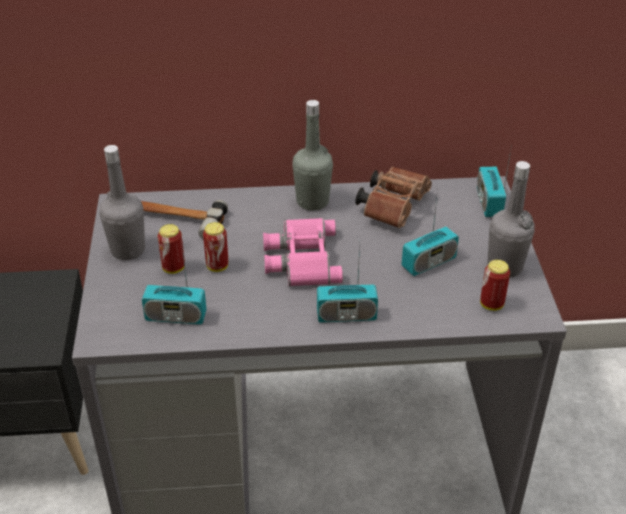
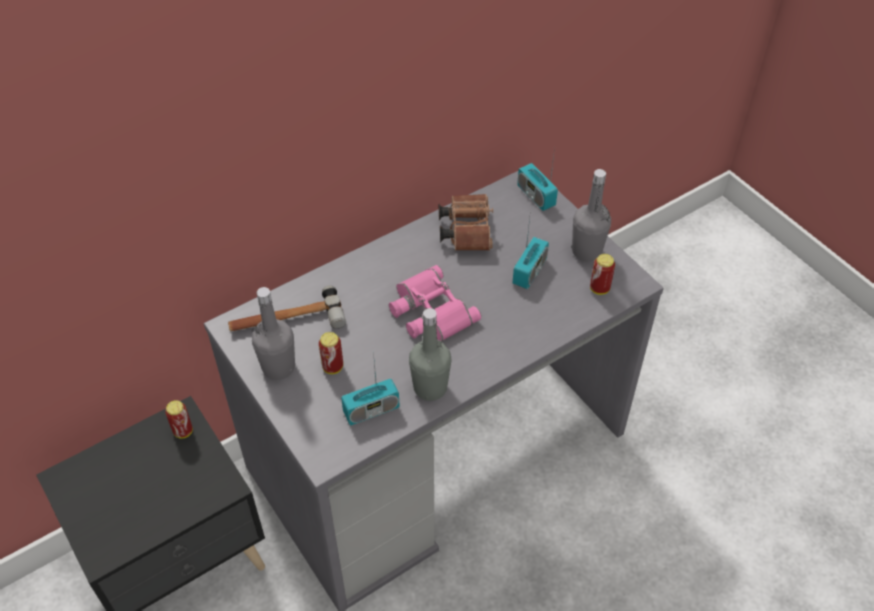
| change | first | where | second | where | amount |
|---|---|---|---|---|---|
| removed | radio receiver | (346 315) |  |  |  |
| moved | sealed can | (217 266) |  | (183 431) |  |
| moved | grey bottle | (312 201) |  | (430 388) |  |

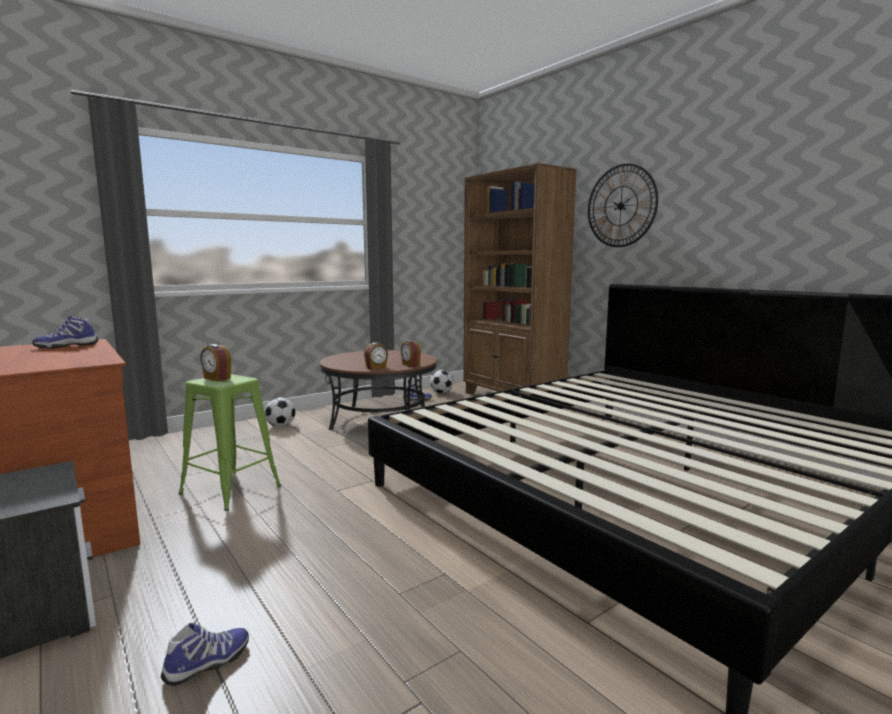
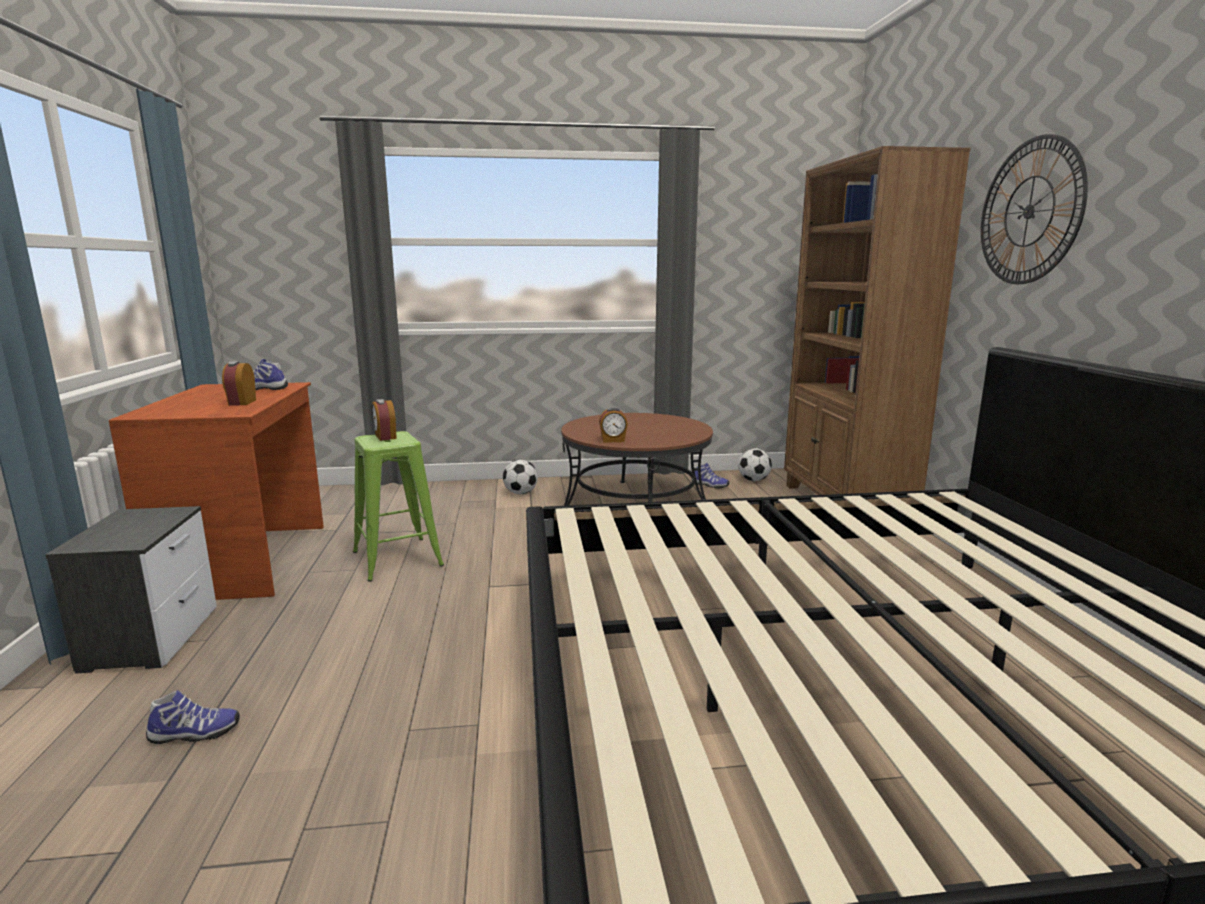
| change | first | where | second | where | amount |
|---|---|---|---|---|---|
| moved | table clock | (410 365) |  | (241 402) |  |

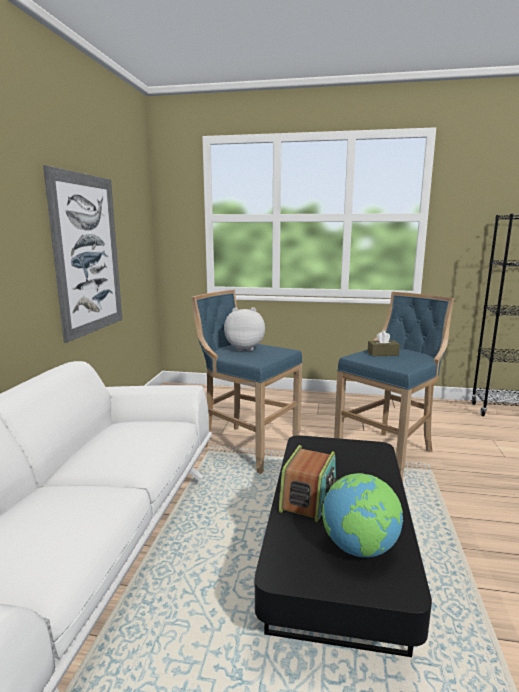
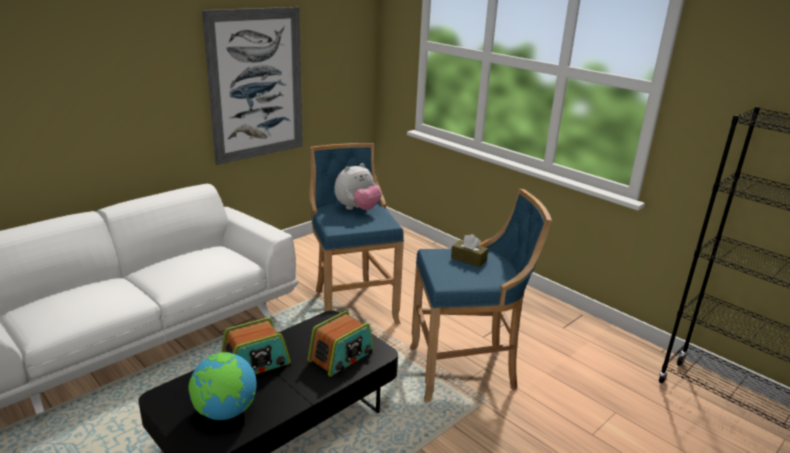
| change | first | where | second | where | amount |
|---|---|---|---|---|---|
| added |  |  | radio receiver | (341 356) |  |
| turned | soft toy | (244 348) |  | (357 209) | 105 degrees clockwise |

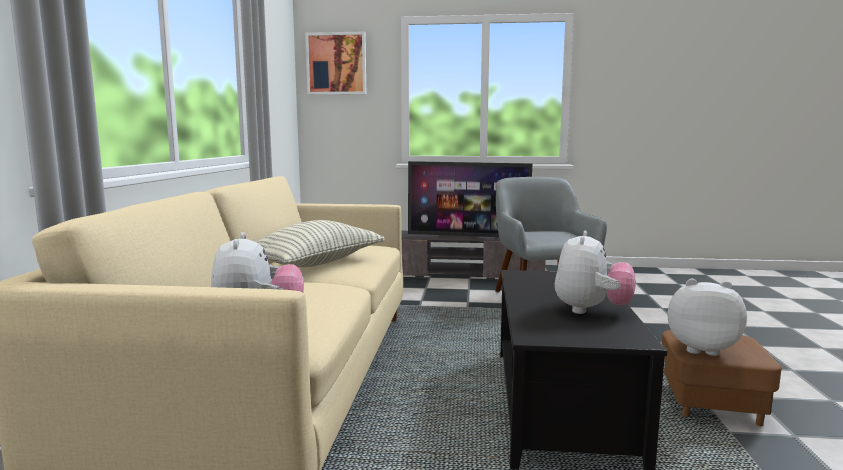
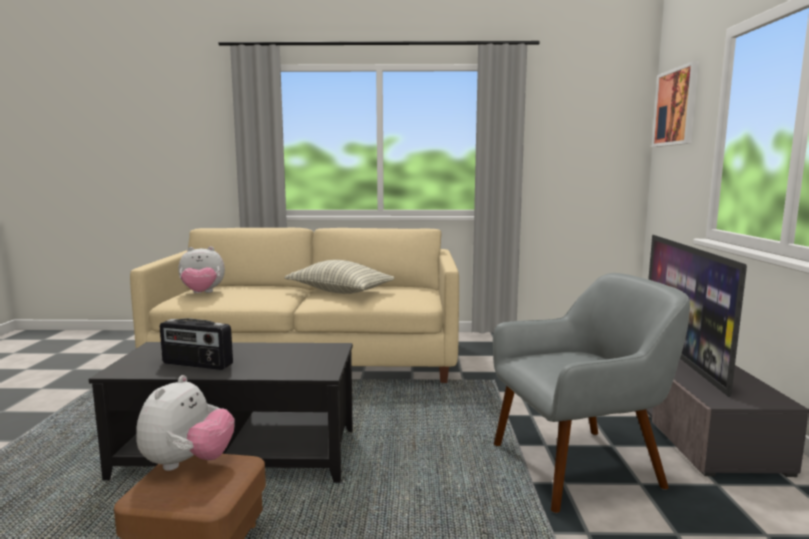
| change | first | where | second | where | amount |
|---|---|---|---|---|---|
| replaced | soft toy | (591 310) | radio receiver | (197 364) |  |

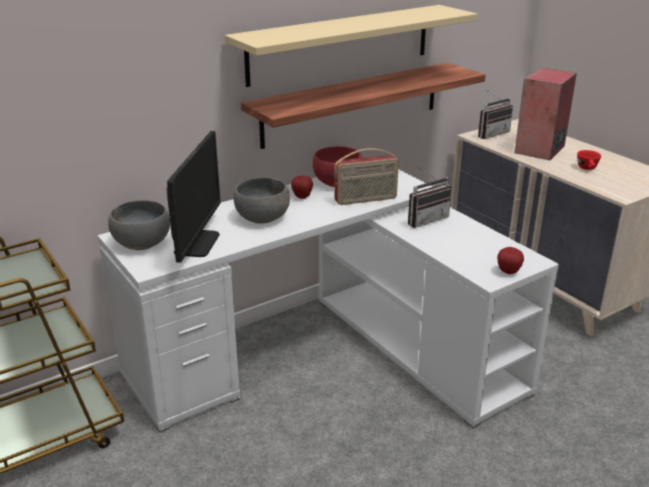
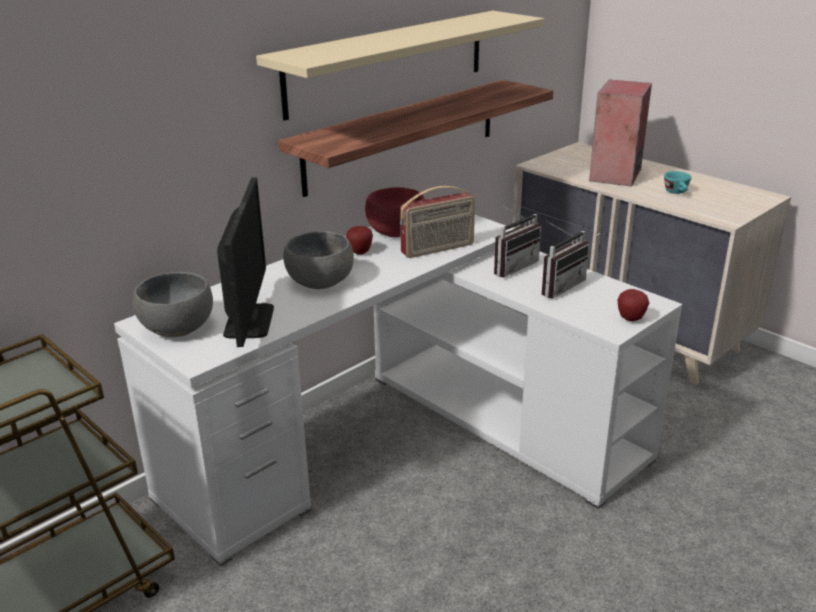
| change | first | where | second | where | amount |
|---|---|---|---|---|---|
| moved | radio receiver | (490 134) |  | (558 286) |  |
| recoloured | reddish cup | (588 169) | blue-green cup | (677 192) |  |

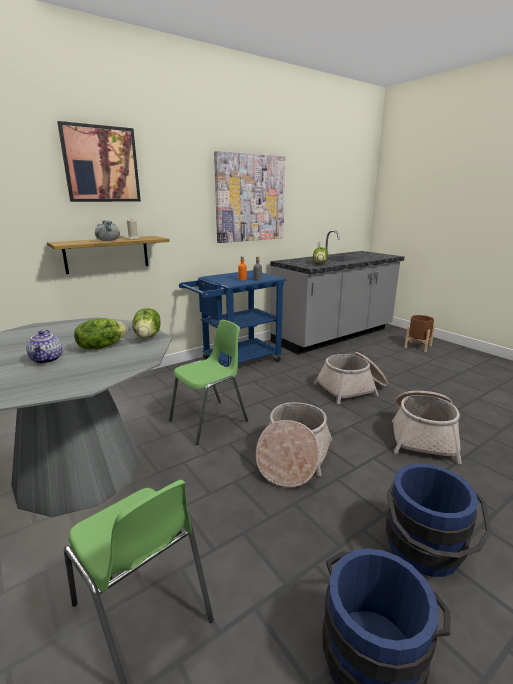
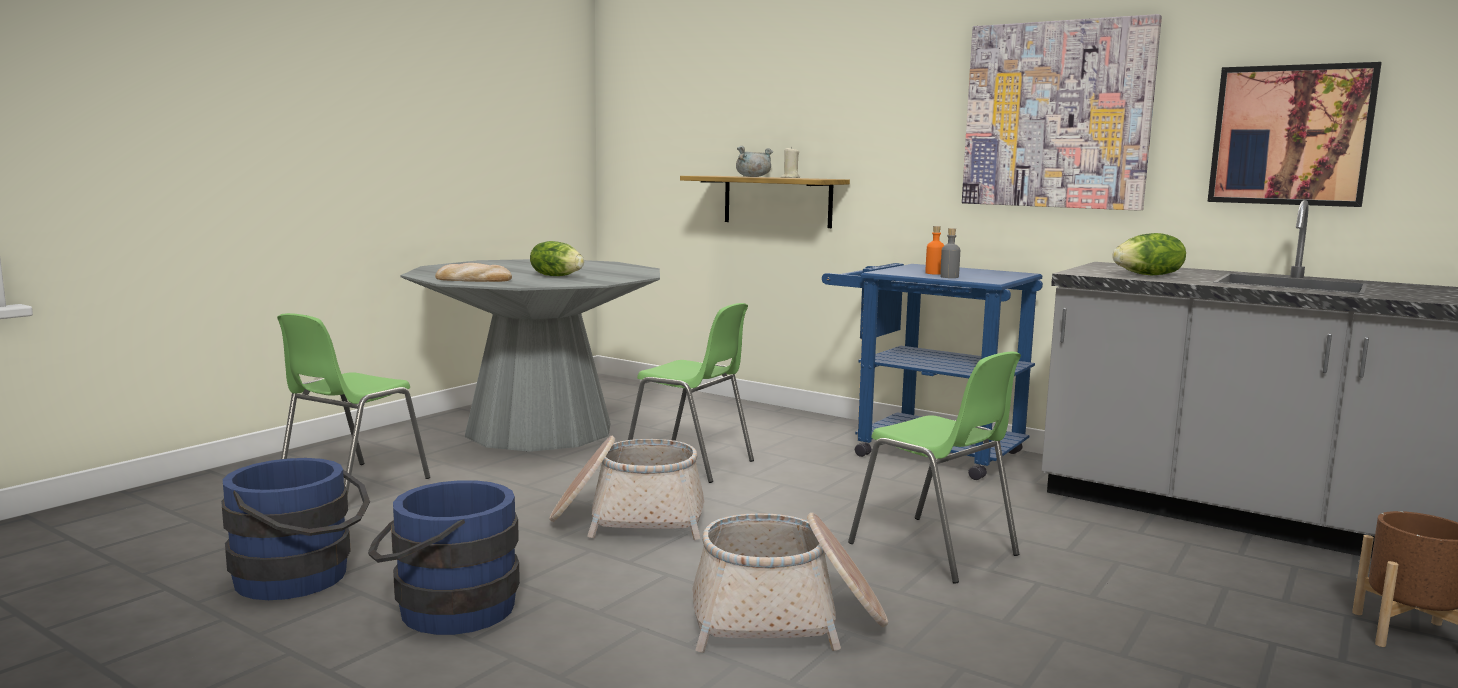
| change | first | where | second | where | amount |
|---|---|---|---|---|---|
| removed | pot for tea | (48 360) |  |  |  |
| removed | lettuce head | (148 336) |  |  |  |
| added |  |  | bakery bread | (473 280) |  |
| moved | wall art | (101 164) |  | (1290 135) |  |
| replaced | household basket | (352 388) | green upright chair | (934 550) |  |

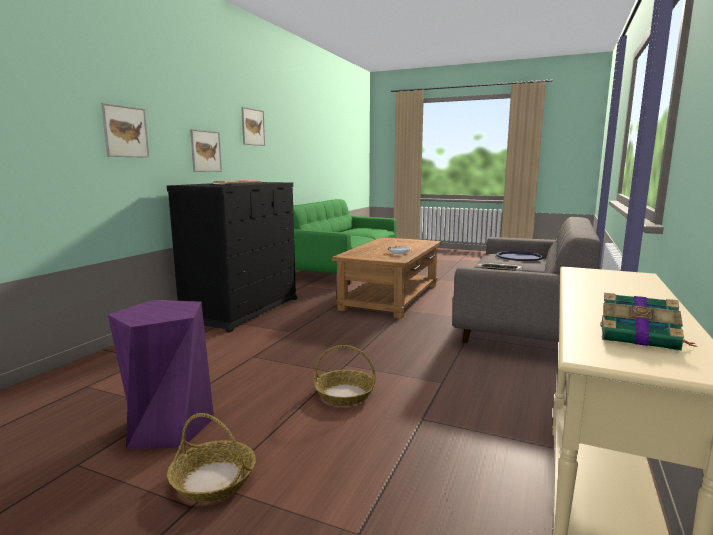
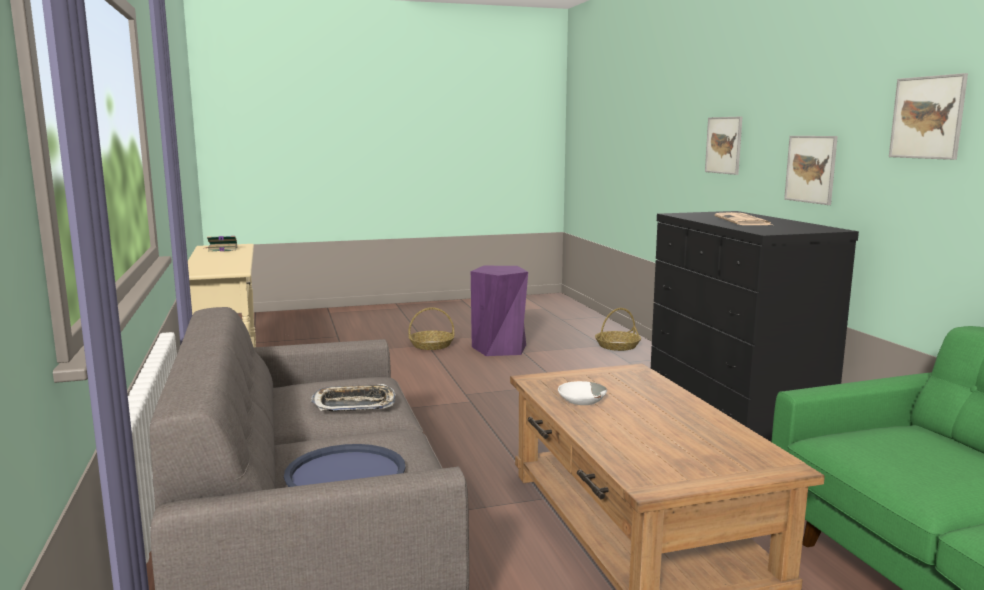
| change | first | where | second | where | amount |
|---|---|---|---|---|---|
| moved | household basket | (344 394) |  | (617 346) |  |

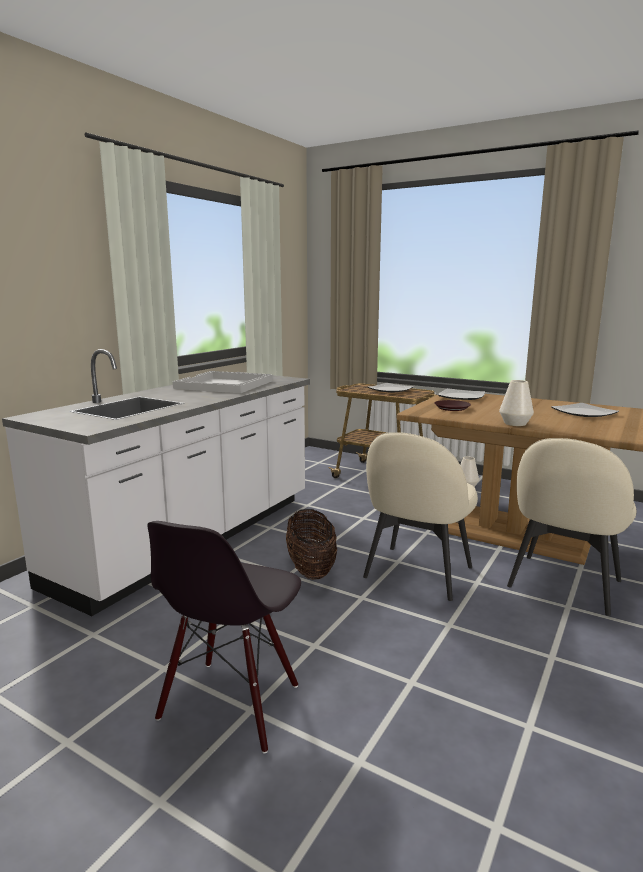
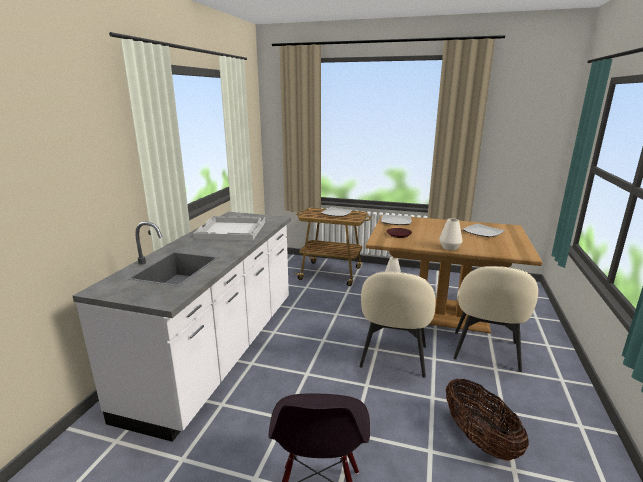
| change | first | where | second | where | amount |
|---|---|---|---|---|---|
| moved | household basket | (311 569) |  | (479 439) |  |

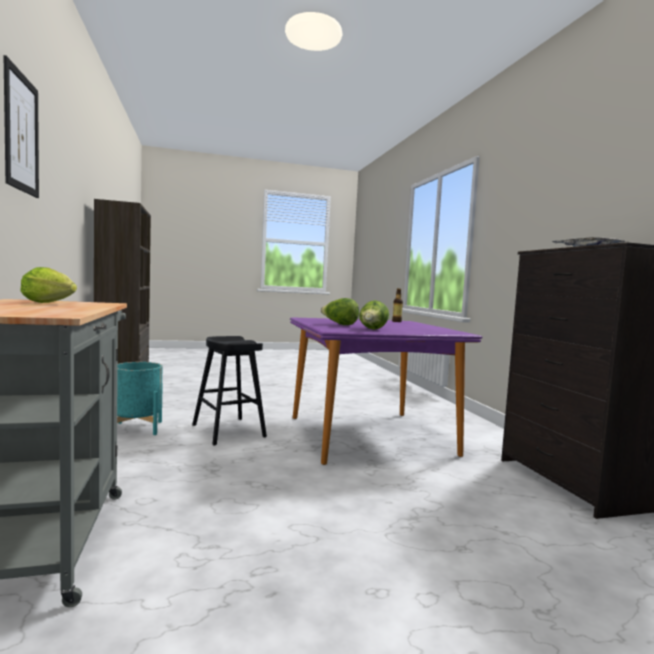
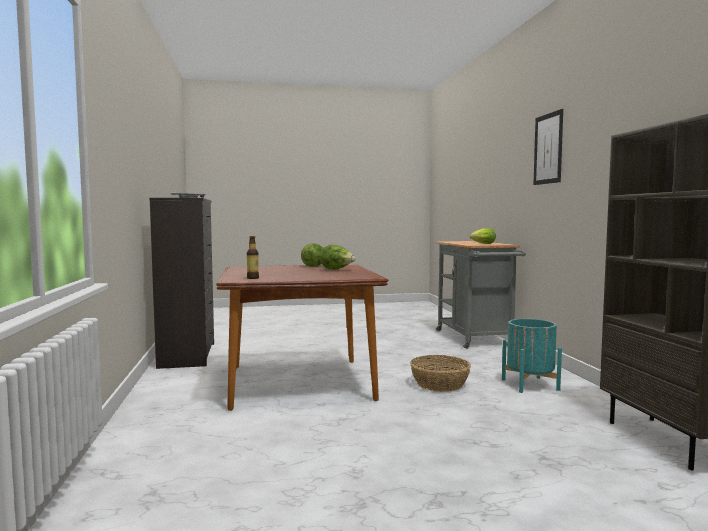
| change | first | where | second | where | amount |
|---|---|---|---|---|---|
| replaced | blackish stool seat | (228 431) | household basket | (440 384) |  |
| recoloured | purple-coloured dining table | (368 435) | brown-coloured dining table | (300 383) |  |

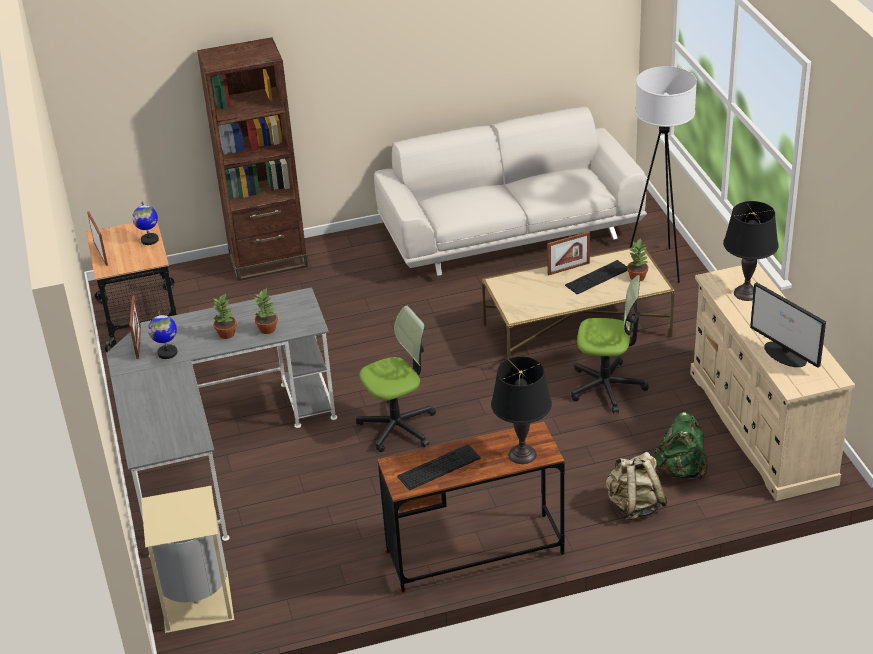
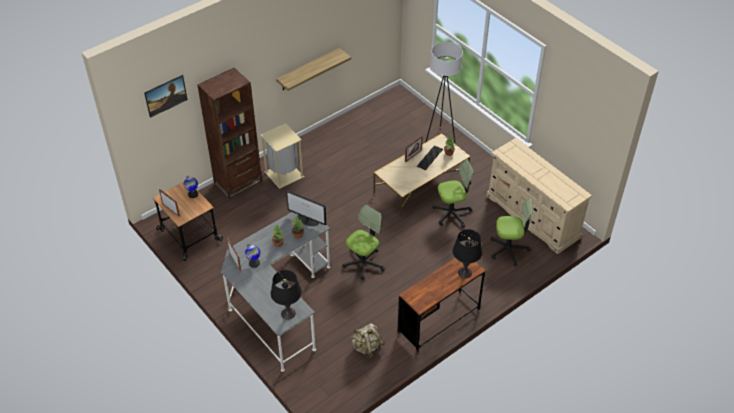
| change | first | where | second | where | amount |
|---|---|---|---|---|---|
| removed | whitish settee | (510 232) |  |  |  |
| removed | PC keyboard | (439 467) |  |  |  |
| added |  |  | wall art | (167 102) |  |
| added |  |  | shelf | (308 69) |  |
| moved | beige-coloured rubbish bin | (198 600) |  | (284 174) |  |
| moved | beige-coloured backpack | (634 506) |  | (367 348) |  |
| moved | blackish lamp for a table | (746 293) |  | (288 313) |  |
| moved | computer screen | (785 355) |  | (308 220) |  |
| replaced | green backpack | (681 470) | office chair | (508 249) |  |

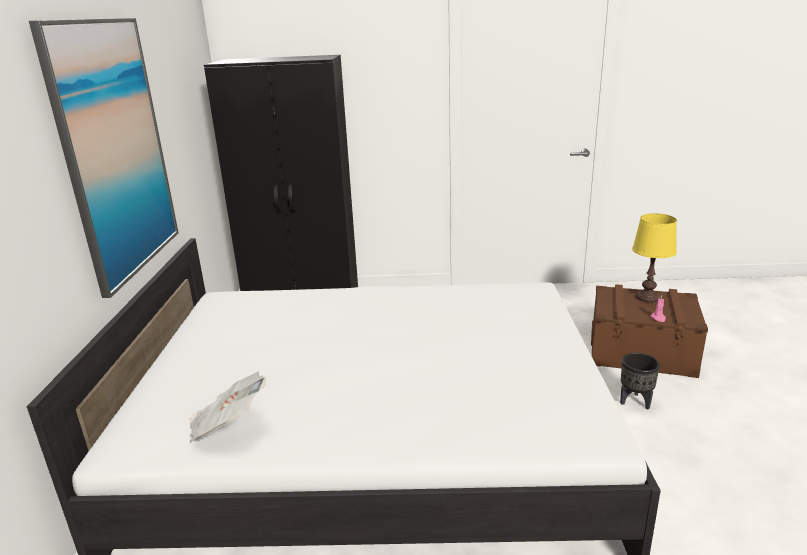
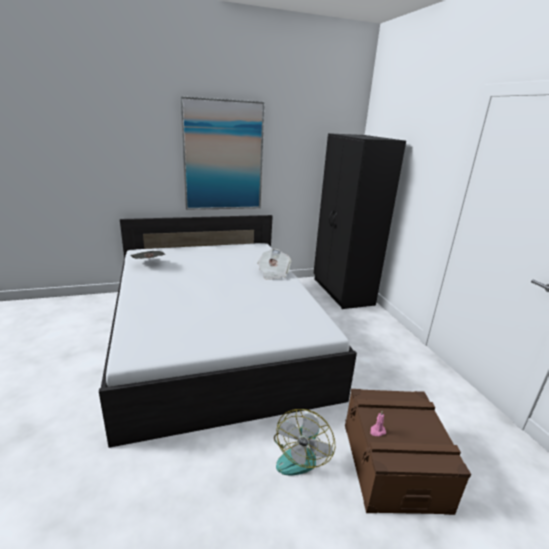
| change | first | where | second | where | amount |
|---|---|---|---|---|---|
| removed | yellowish lamp for a table | (647 297) |  |  |  |
| added |  |  | daily paper | (273 273) |  |
| replaced | blackish flower pot | (635 401) | electric fan | (300 454) |  |

